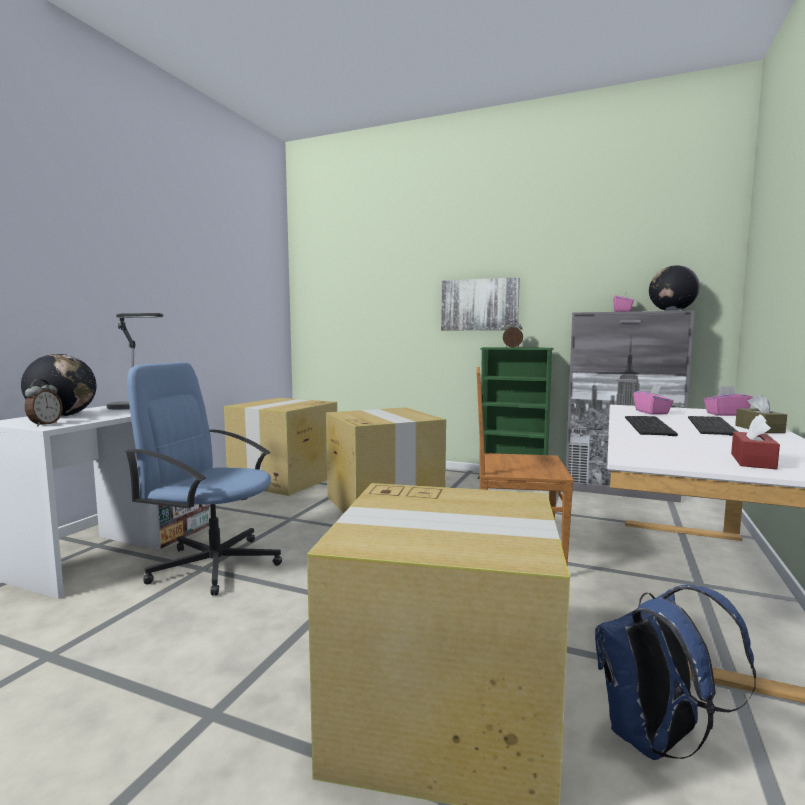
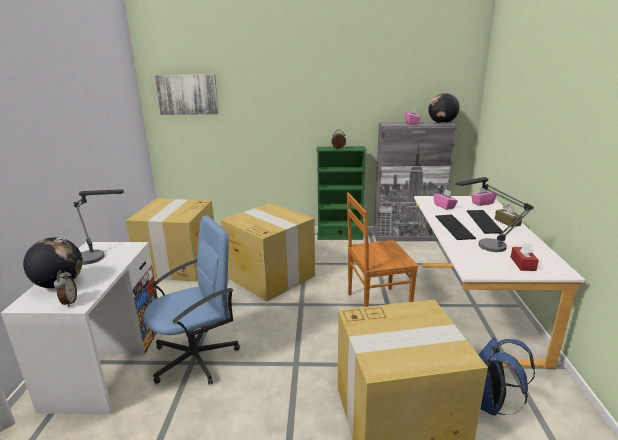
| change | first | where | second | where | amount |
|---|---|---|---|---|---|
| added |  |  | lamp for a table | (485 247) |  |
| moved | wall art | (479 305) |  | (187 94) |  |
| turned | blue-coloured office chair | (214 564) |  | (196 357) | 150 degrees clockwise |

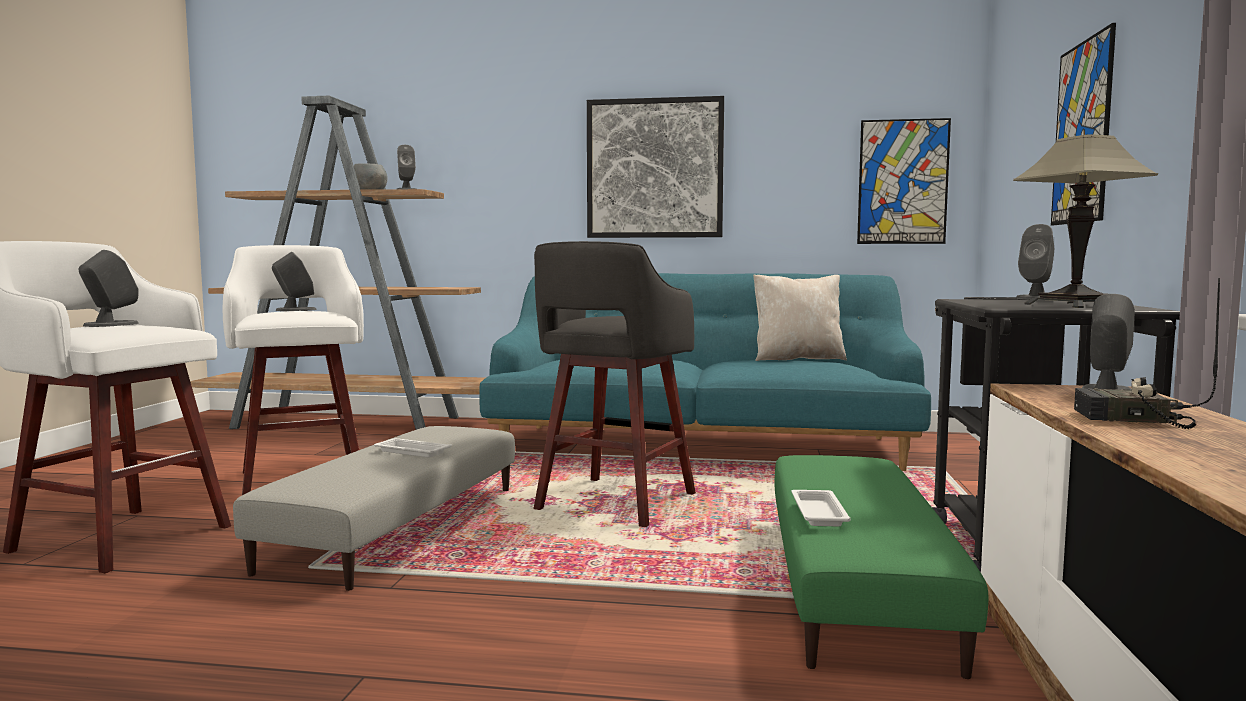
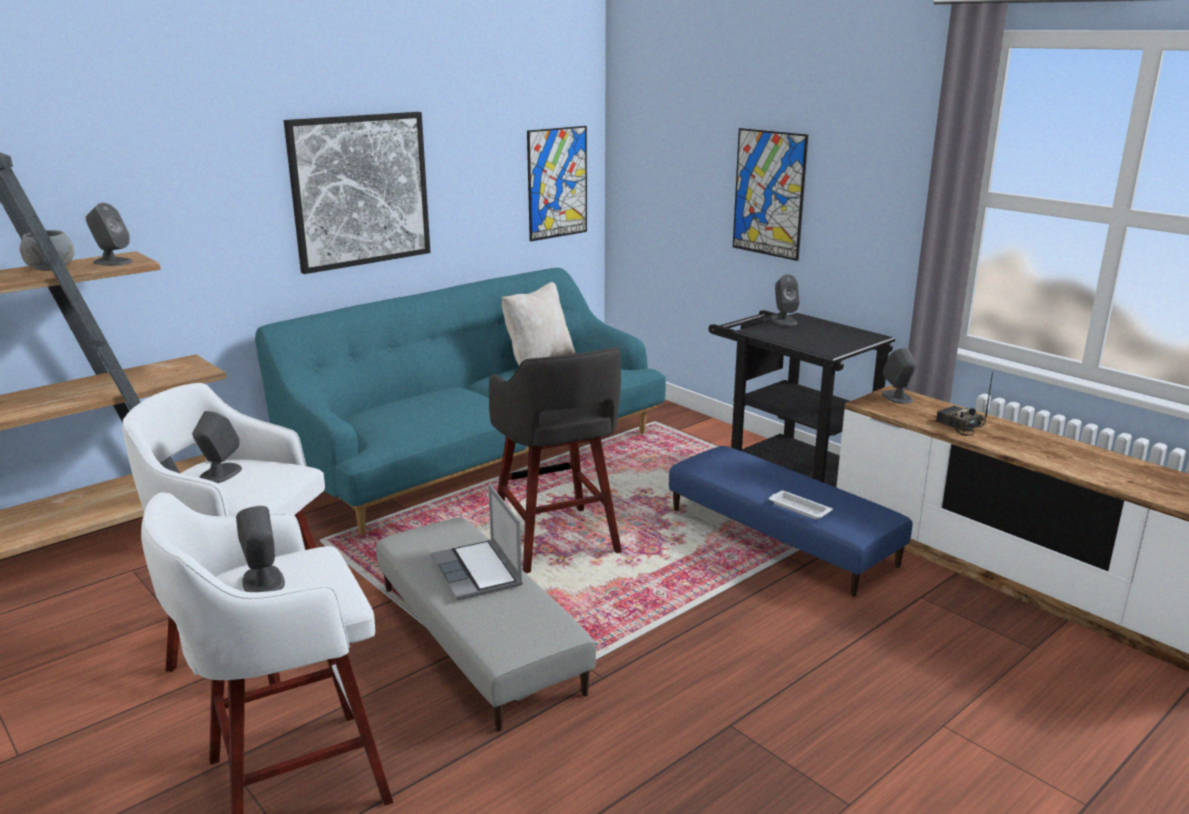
| change | first | where | second | where | amount |
|---|---|---|---|---|---|
| removed | lamp for a table | (1075 305) |  |  |  |
| replaced | whitish tray | (411 452) | laptop | (478 572) |  |
| recoloured | green ottoman | (855 584) | blue-coloured ottoman | (781 537) |  |
| turned | radio receiver | (1129 420) |  | (958 426) | 90 degrees clockwise |

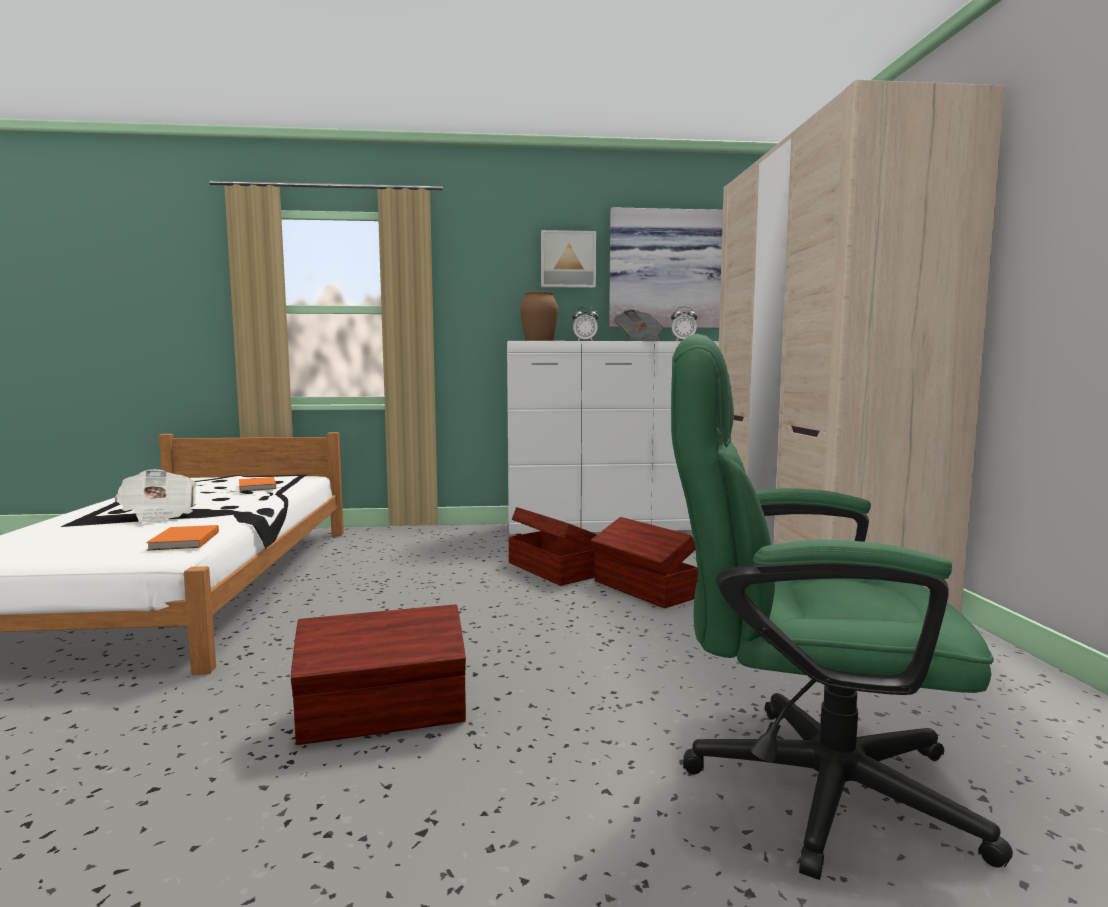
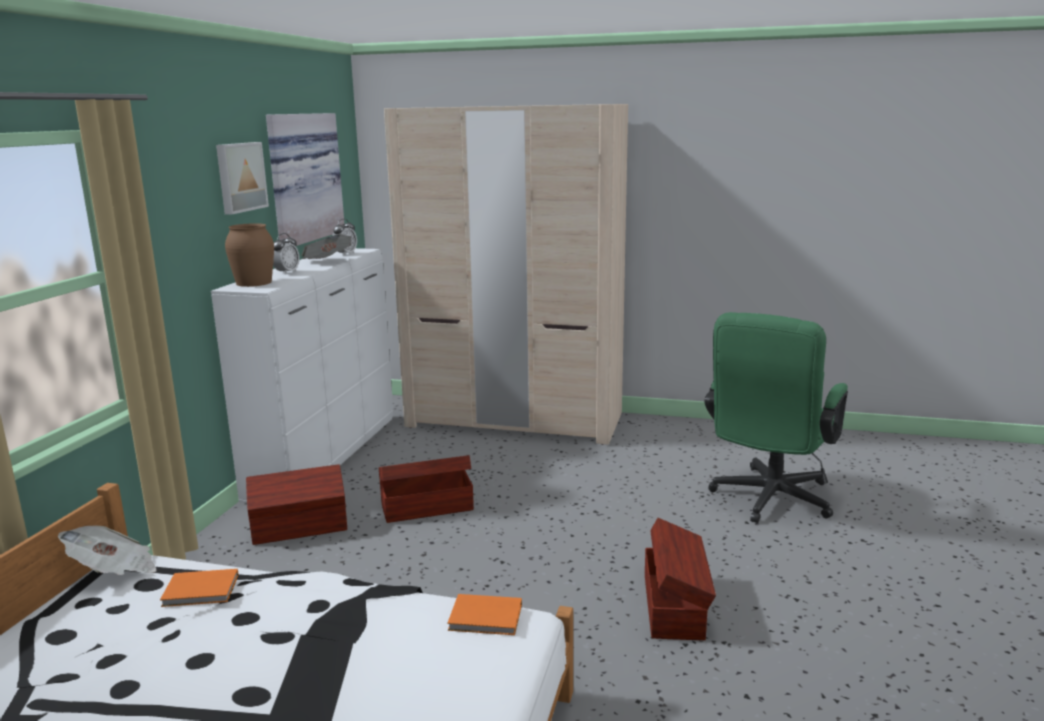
| change | first | where | second | where | amount |
|---|---|---|---|---|---|
| moved | daily paper | (158 515) |  | (114 571) |  |
| moved | brown-coloured storage bin | (643 590) |  | (300 528) |  |

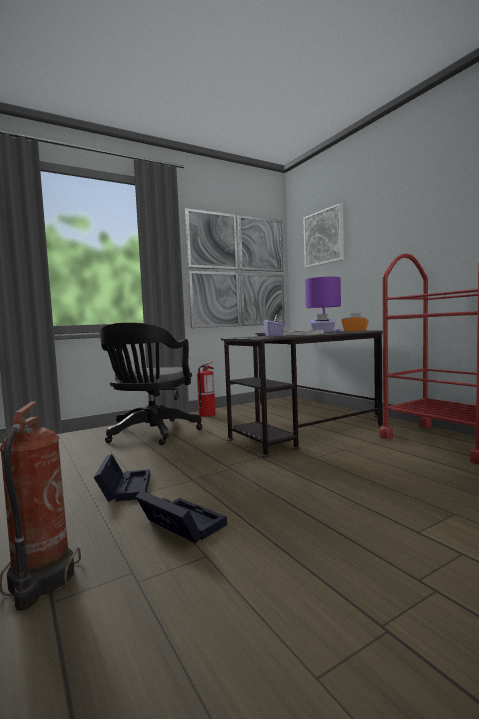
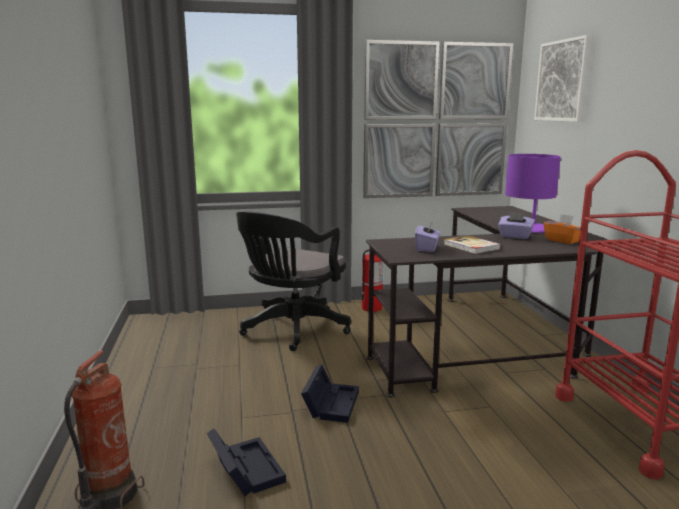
| change | first | where | second | where | amount |
|---|---|---|---|---|---|
| moved | blackish storage bin | (124 487) |  | (331 403) |  |

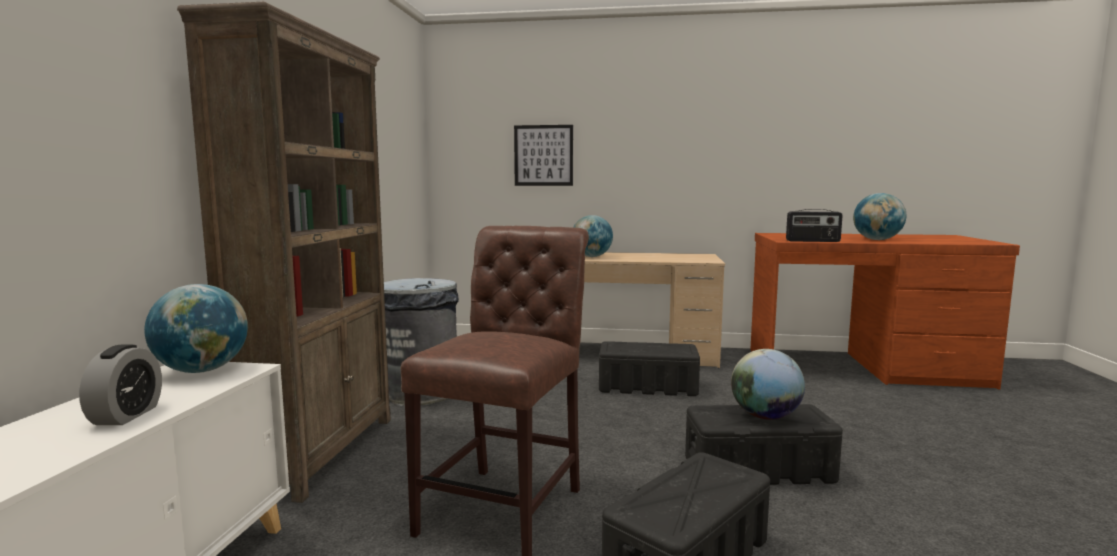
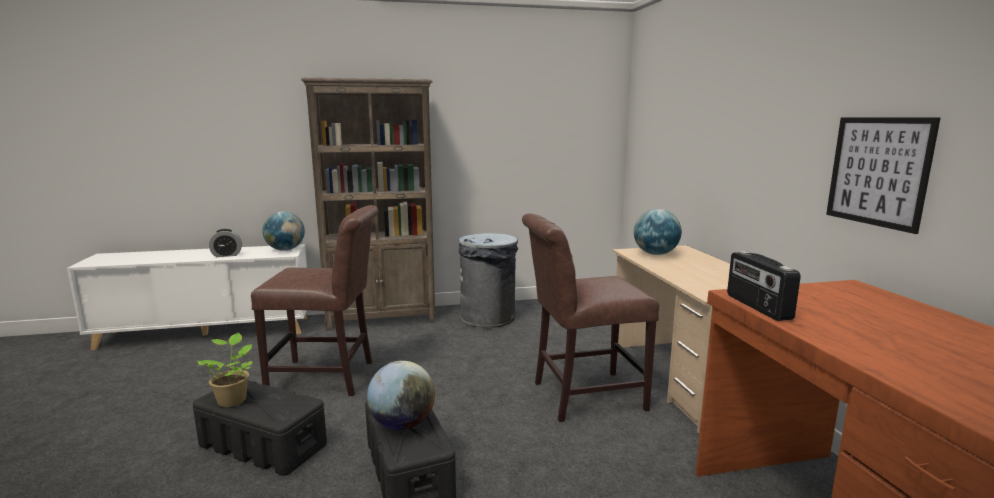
| change | first | where | second | where | amount |
|---|---|---|---|---|---|
| removed | globe | (877 240) |  |  |  |
| added |  |  | houseplant | (233 399) |  |
| moved | wall art | (543 155) |  | (878 171) |  |
| replaced | blackish storage bin | (647 387) | brown-coloured upright chair | (582 396) |  |

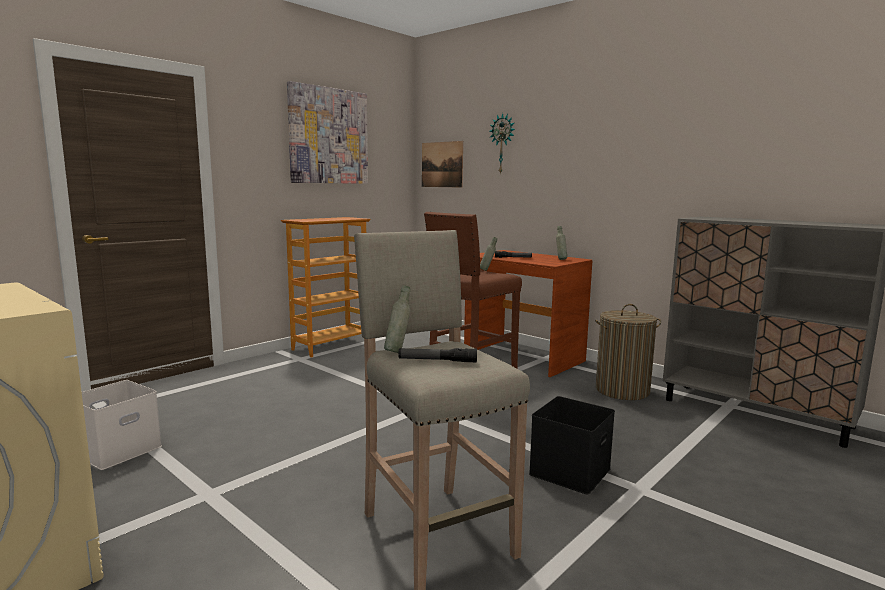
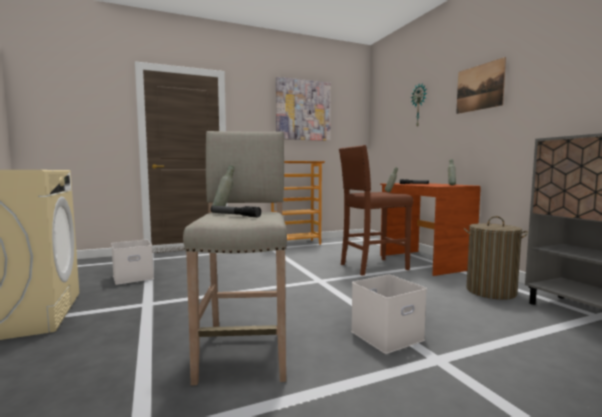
| change | first | where | second | where | amount |
|---|---|---|---|---|---|
| moved | wall art | (442 164) |  | (479 87) |  |
| recoloured | blackish storage bin | (571 472) | whitish storage bin | (386 336) |  |

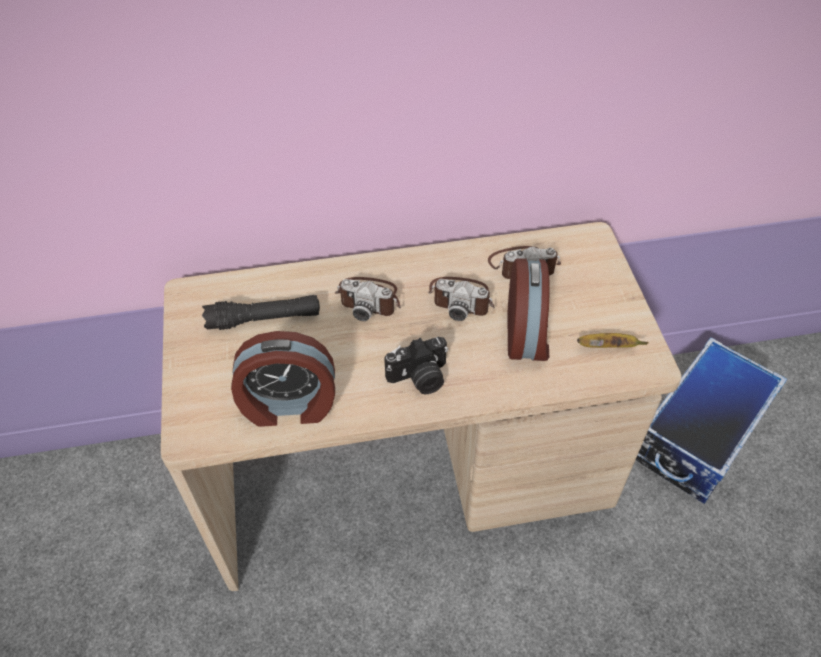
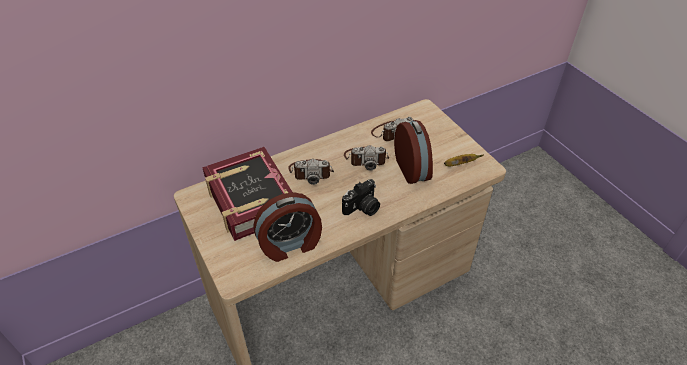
| change | first | where | second | where | amount |
|---|---|---|---|---|---|
| removed | storage bin | (697 434) |  |  |  |
| replaced | blackish torch | (264 319) | bound book | (250 199) |  |

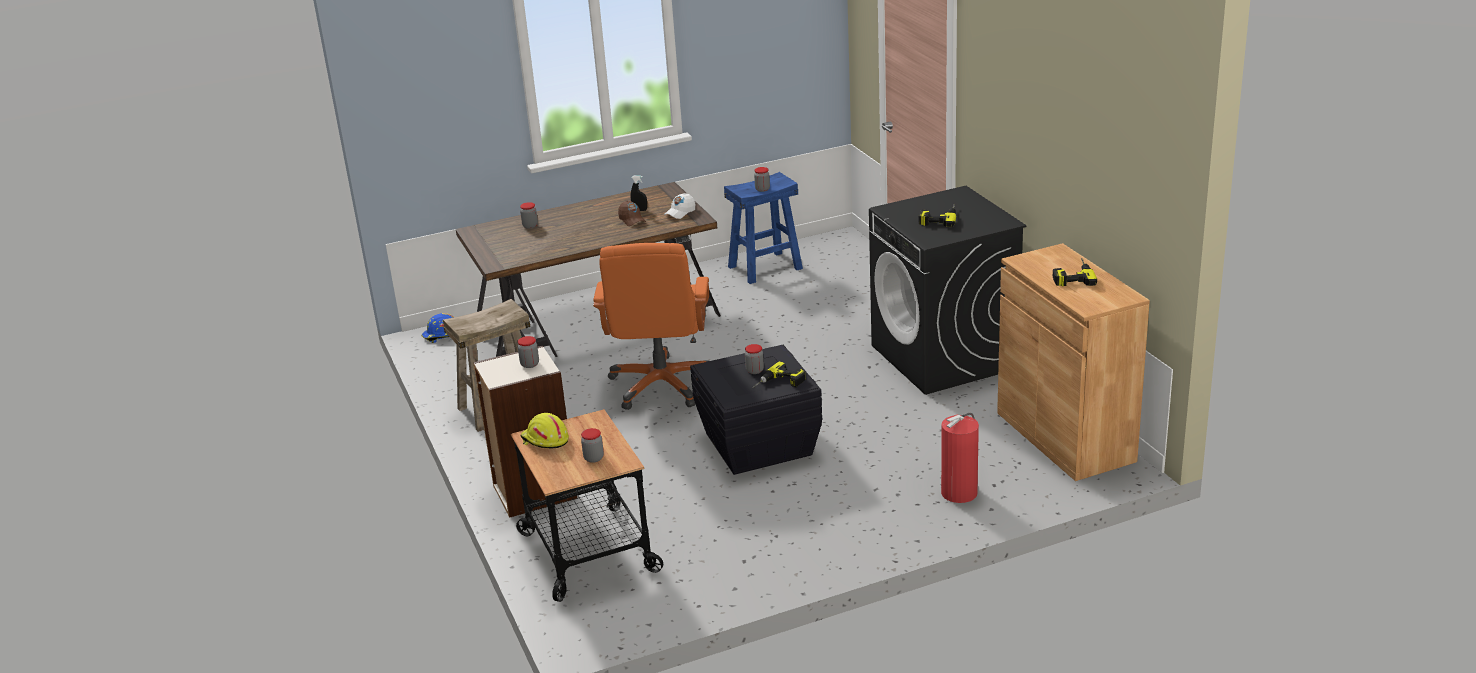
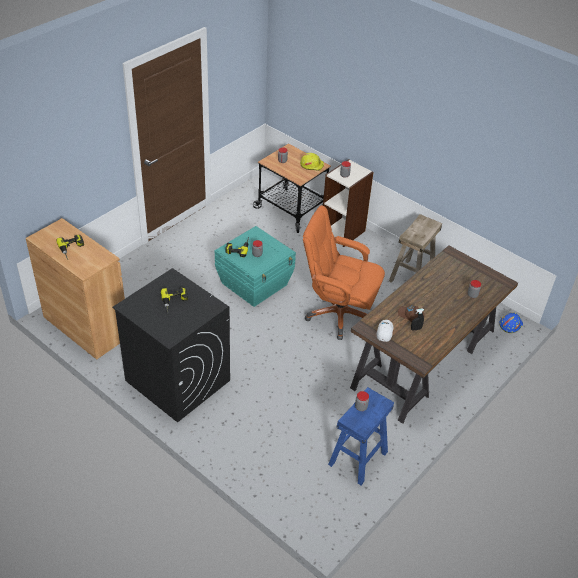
| change | first | where | second | where | amount |
|---|---|---|---|---|---|
| removed | extinguisher | (960 491) |  |  |  |
| recoloured | blackish storage bin | (757 444) | blue-green storage bin | (255 284) |  |
| turned | orange office chair | (662 385) |  | (338 314) | 45 degrees counterclockwise |

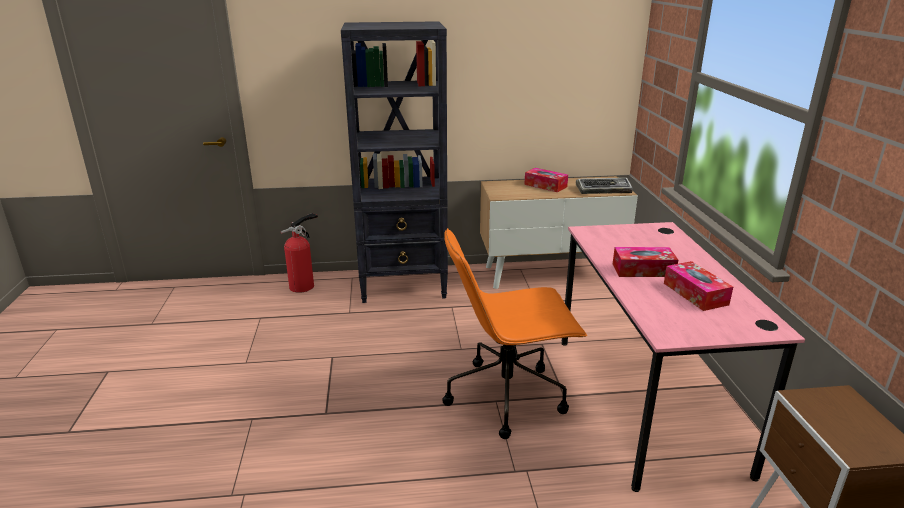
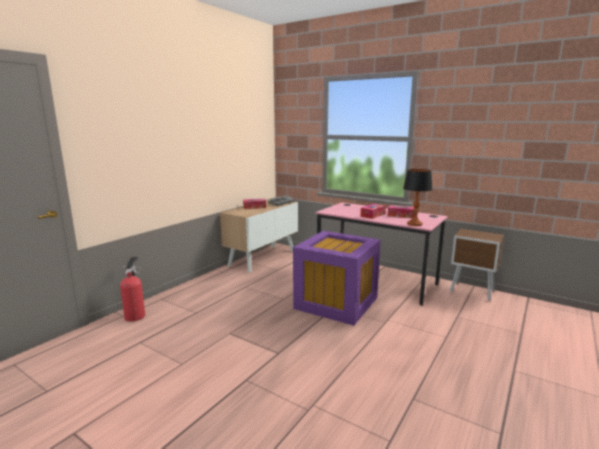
| change | first | where | second | where | amount |
|---|---|---|---|---|---|
| removed | blackish bookcase | (404 285) |  |  |  |
| added |  |  | lamp for a table | (414 224) |  |
| replaced | orange office chair | (508 395) | purple-coloured storage bin | (335 303) |  |

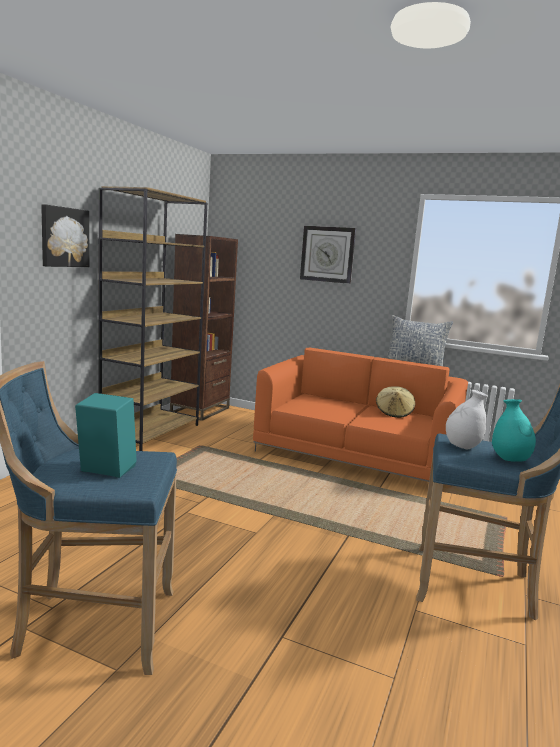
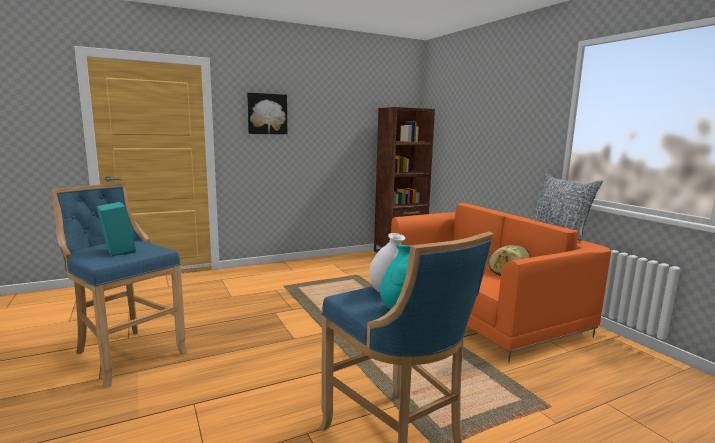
| change | first | where | second | where | amount |
|---|---|---|---|---|---|
| removed | brown-coloured bookcase | (151 432) |  |  |  |
| removed | hanging clock | (327 254) |  |  |  |

